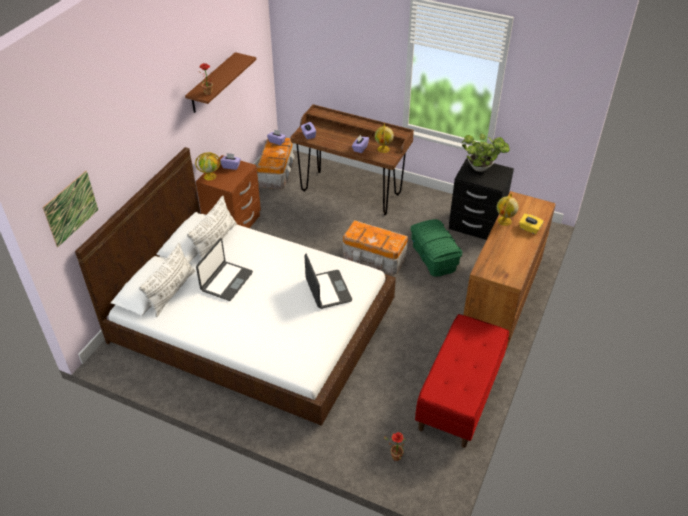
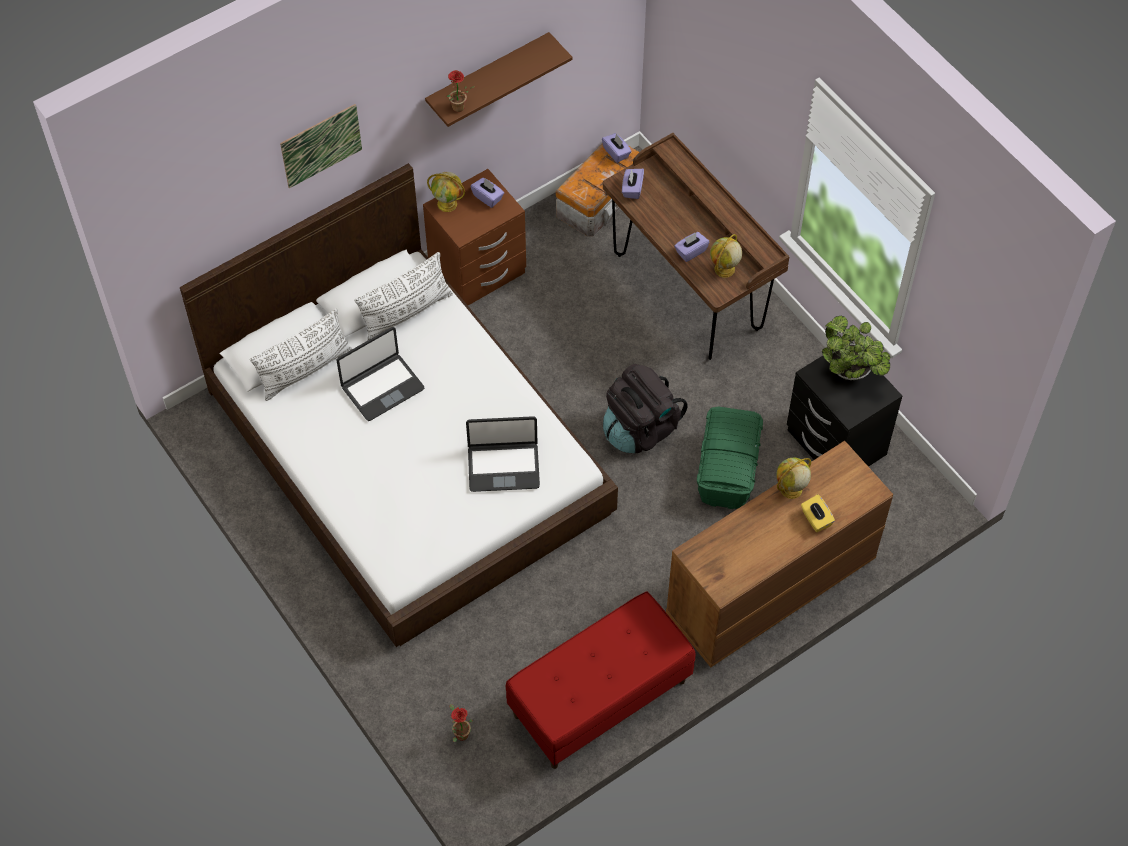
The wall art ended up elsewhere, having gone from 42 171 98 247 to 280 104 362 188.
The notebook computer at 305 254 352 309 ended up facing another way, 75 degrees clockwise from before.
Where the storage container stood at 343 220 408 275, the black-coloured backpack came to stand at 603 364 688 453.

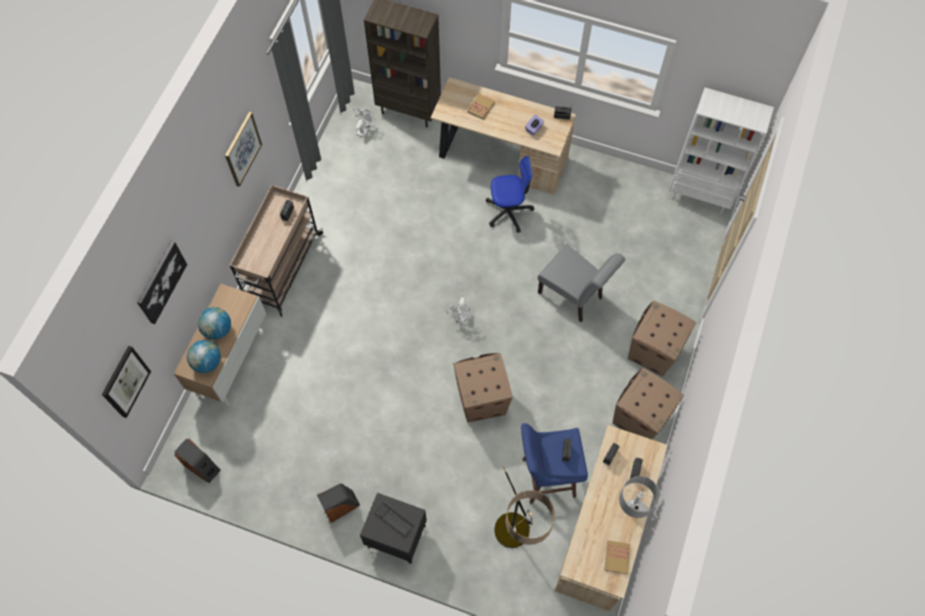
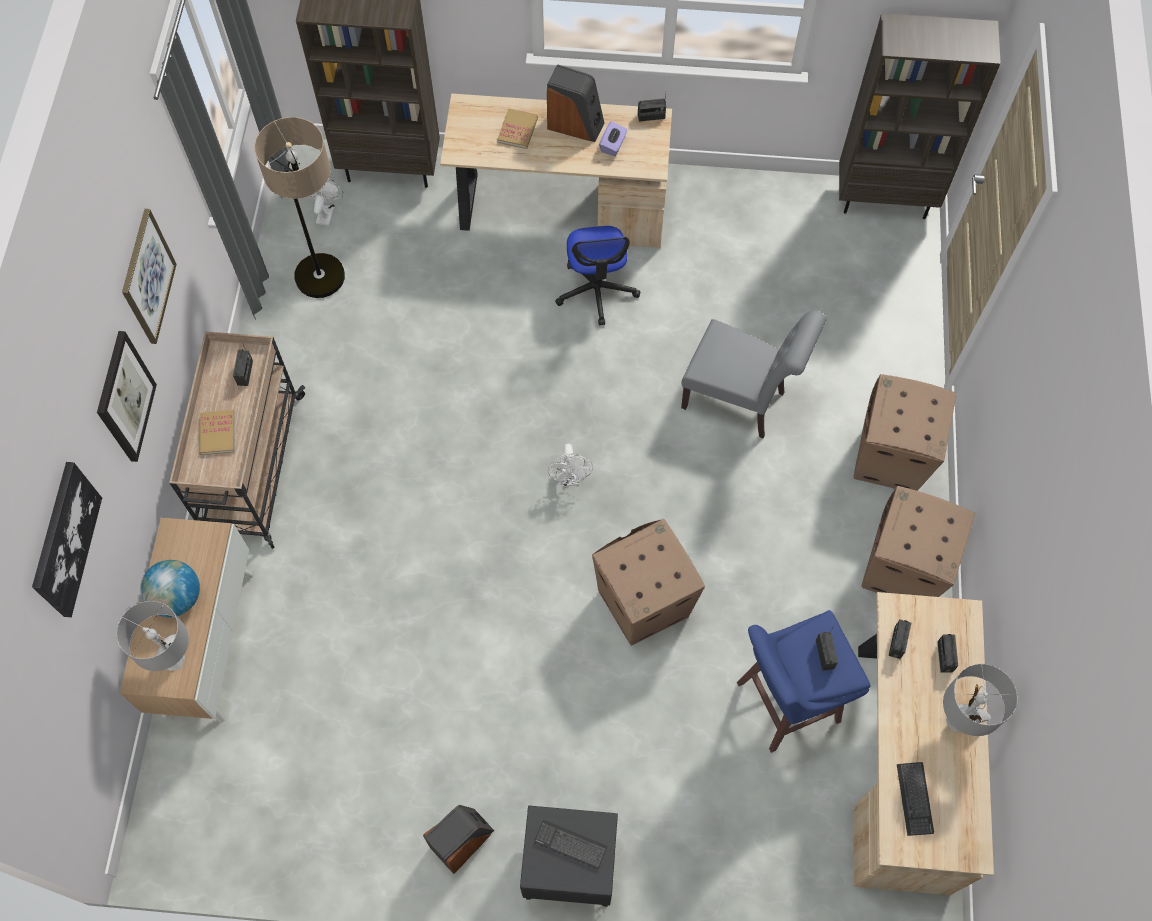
The wall art ended up elsewhere, having gone from 102 346 151 418 to 97 331 157 462.
Where the world globe stood at 187 340 221 373, the gray tabletop lamp came to stand at 116 601 189 671.
The book ended up elsewhere, having gone from 604 540 630 574 to 199 410 235 455.
The floor lamp ended up elsewhere, having gone from 494 466 555 548 to 254 117 345 298.
The loudspeaker ended up elsewhere, having gone from 174 438 221 483 to 547 64 604 142.
The computer chair at 486 156 534 233 ended up facing another way, 105 degrees clockwise from before.
What was the white bookshelf at 669 88 774 214 turned into the brown bookshelf at 839 13 1001 219.
The second view gained the computer keyboard at 897 762 934 836.

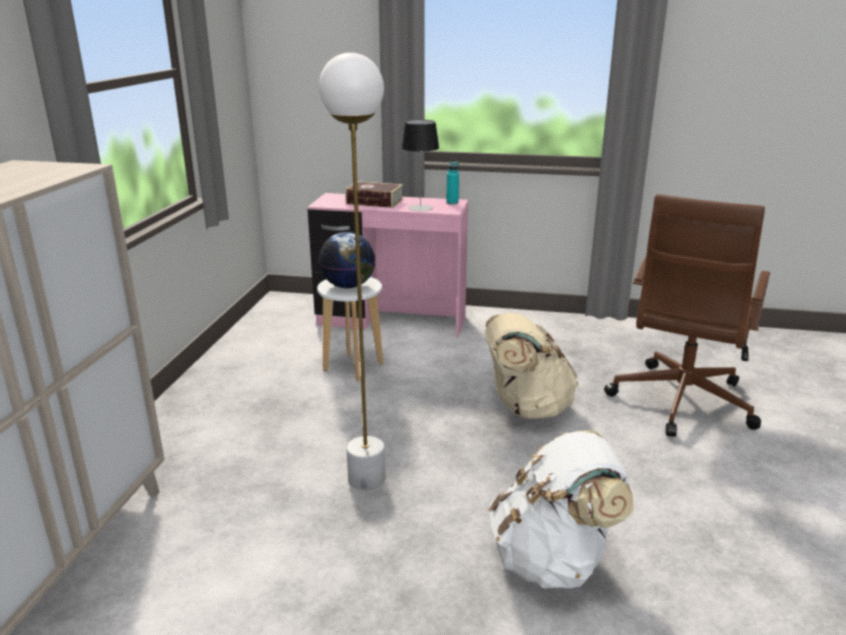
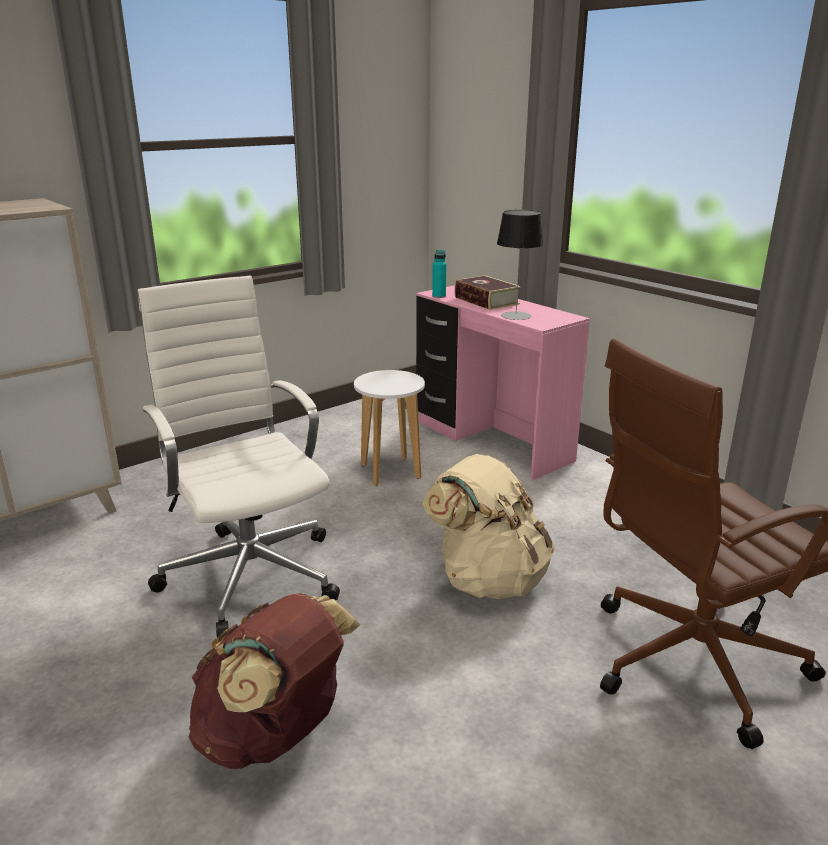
Where the white floor lamp stood at 319 53 385 490, the white computer chair came to stand at 138 275 340 637.
What was the white backpack at 489 430 634 589 turned into the brown backpack at 189 593 361 769.
The blue-green beverage bottle ended up elsewhere, having gone from 446 162 459 205 to 432 250 446 298.
The second view lost the world globe at 319 232 375 288.

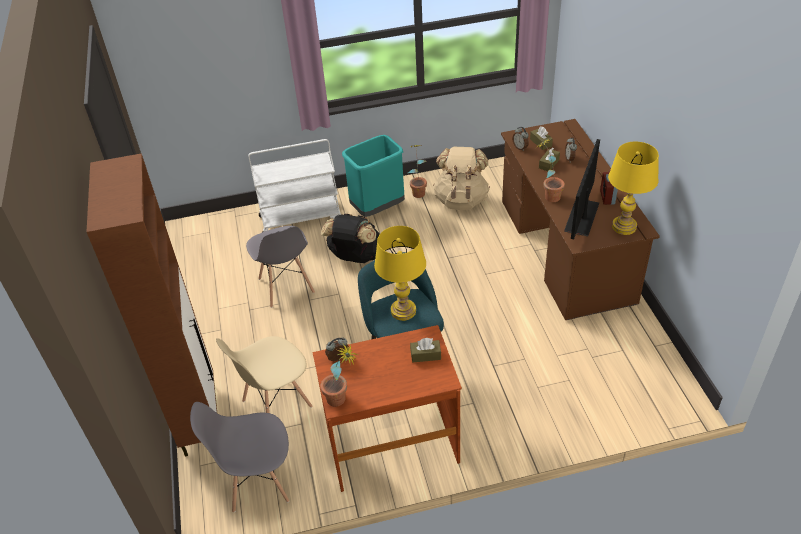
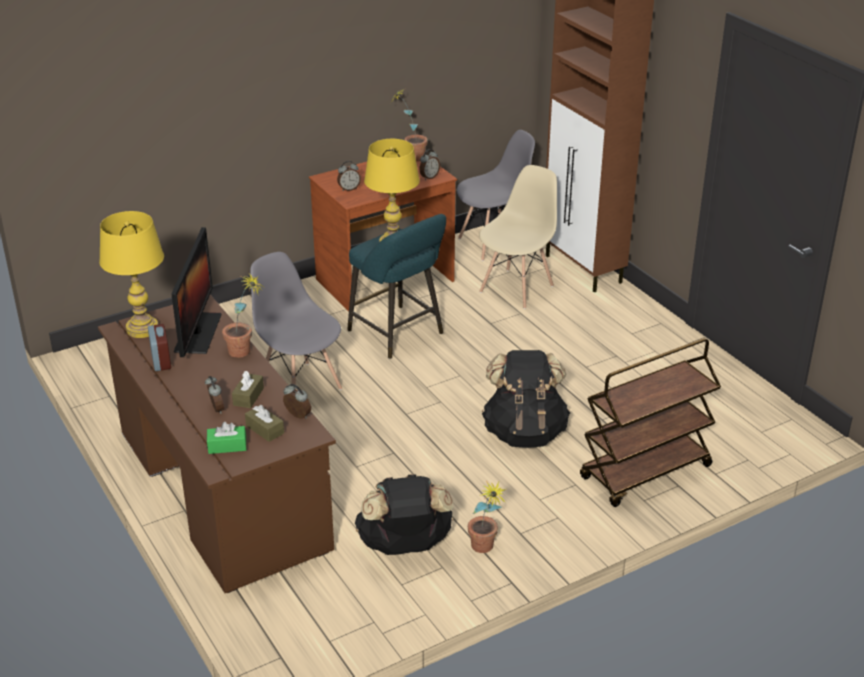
The second view gained the greenish tissue holder at 207 422 246 454.
The gray plain chair ended up elsewhere, having gone from 246 226 315 308 to 250 252 342 390.
Where the brown tissue holder stood at 410 338 441 362, the alarm clock came to stand at 337 161 361 191.
What was the beige backpack at 433 147 490 210 turned into the black-coloured backpack at 355 474 453 555.
What was the white cart at 248 139 341 232 turned into the brown cart at 580 338 721 507.
The second view lost the blue-green rubbish bin at 342 135 405 217.

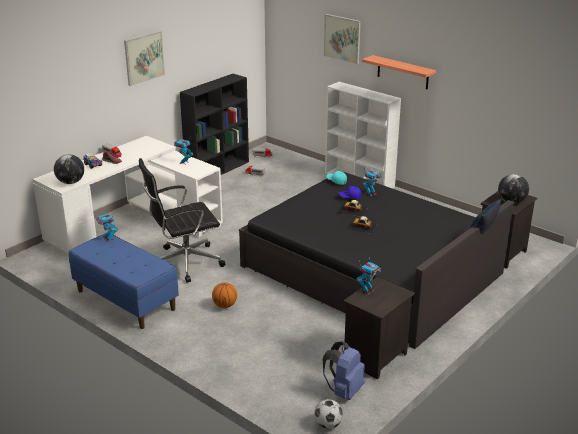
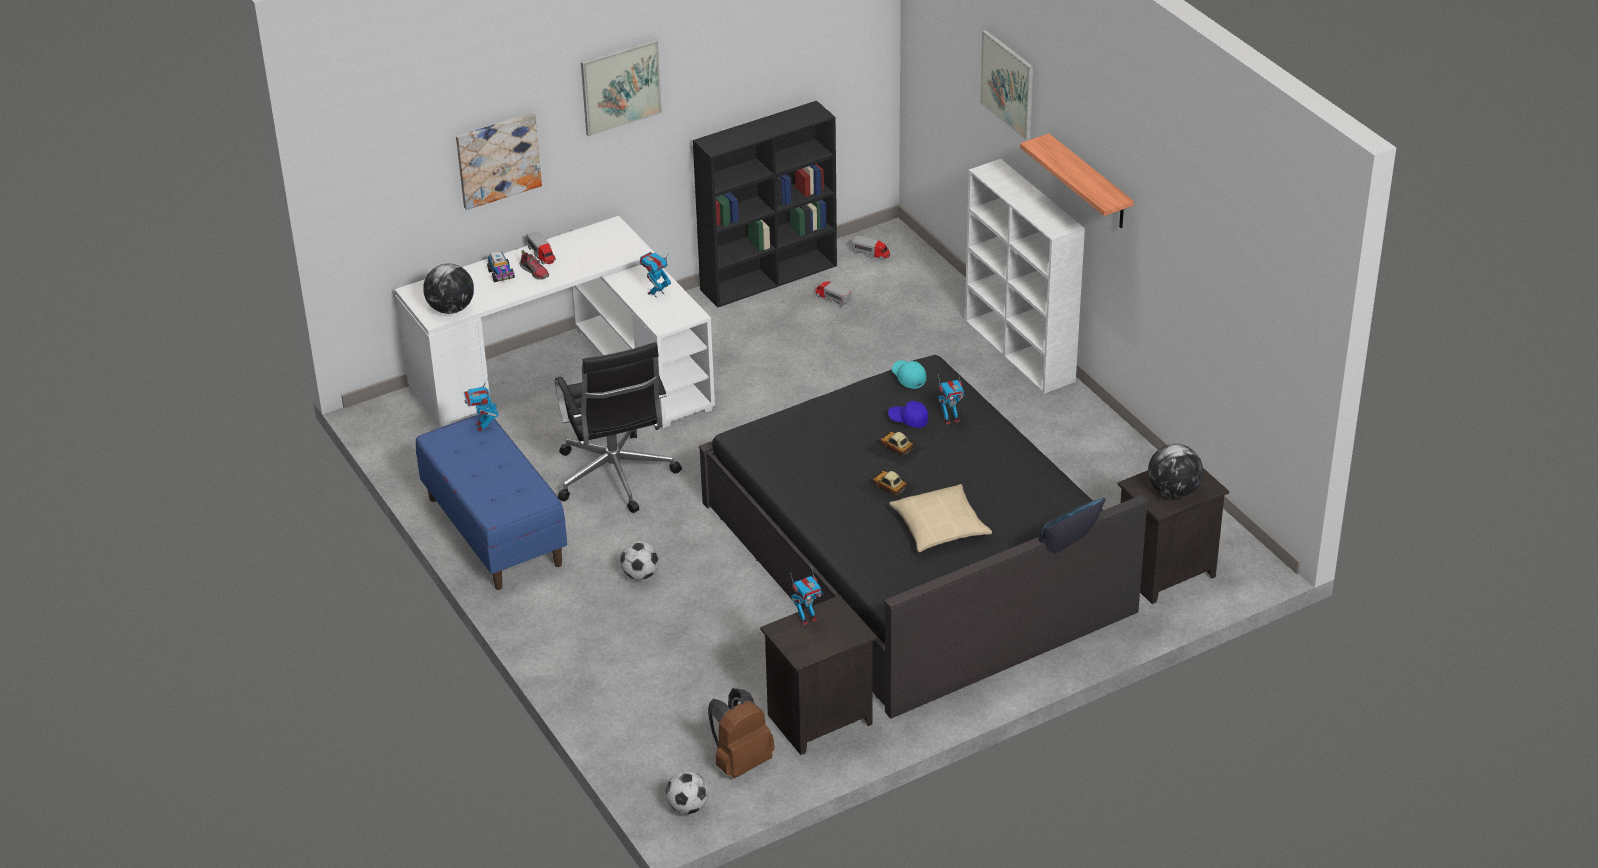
The second view gained the wall art at 456 113 542 210.
The black-coloured computer chair at 139 158 225 283 ended up facing another way, 105 degrees counterclockwise from before.
Where the basketball stood at 212 282 237 308, the football came to stand at 620 541 659 580.
What was the bluish backpack at 323 341 365 400 turned into the brown backpack at 708 688 775 778.
The second view gained the beige pillow at 889 484 992 552.

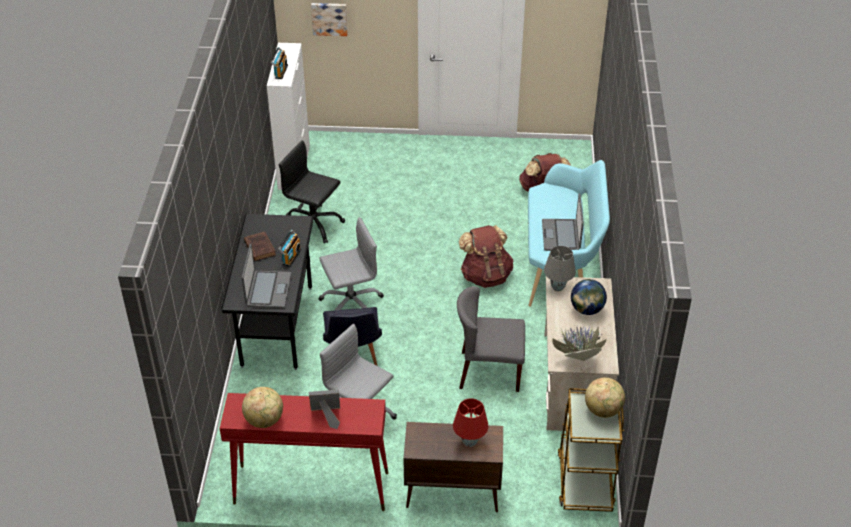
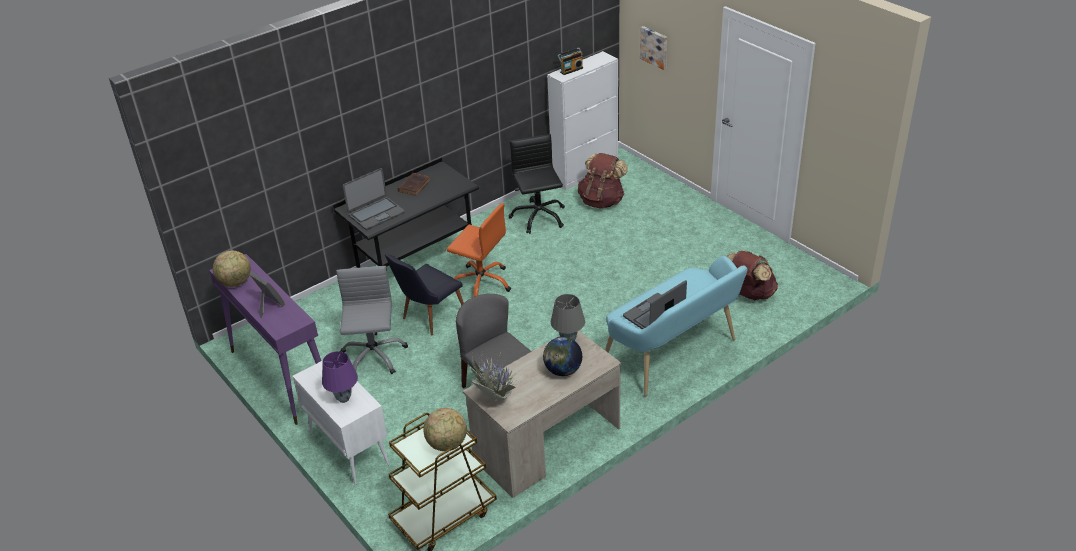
What was the red-coloured console table at 220 393 388 511 turned into the purple console table at 209 254 321 425.
What was the brown cabinet at 403 422 503 512 turned into the white cabinet at 293 360 390 485.
What was the red-coloured tabletop lamp at 453 398 489 447 turned into the purple tabletop lamp at 322 351 358 403.
What was the gray computer chair at 318 217 384 310 turned into the orangey computer chair at 447 203 511 297.
The brown backpack ended up elsewhere, having gone from 459 225 513 288 to 578 153 628 209.
The second view lost the radio set at 278 230 301 267.

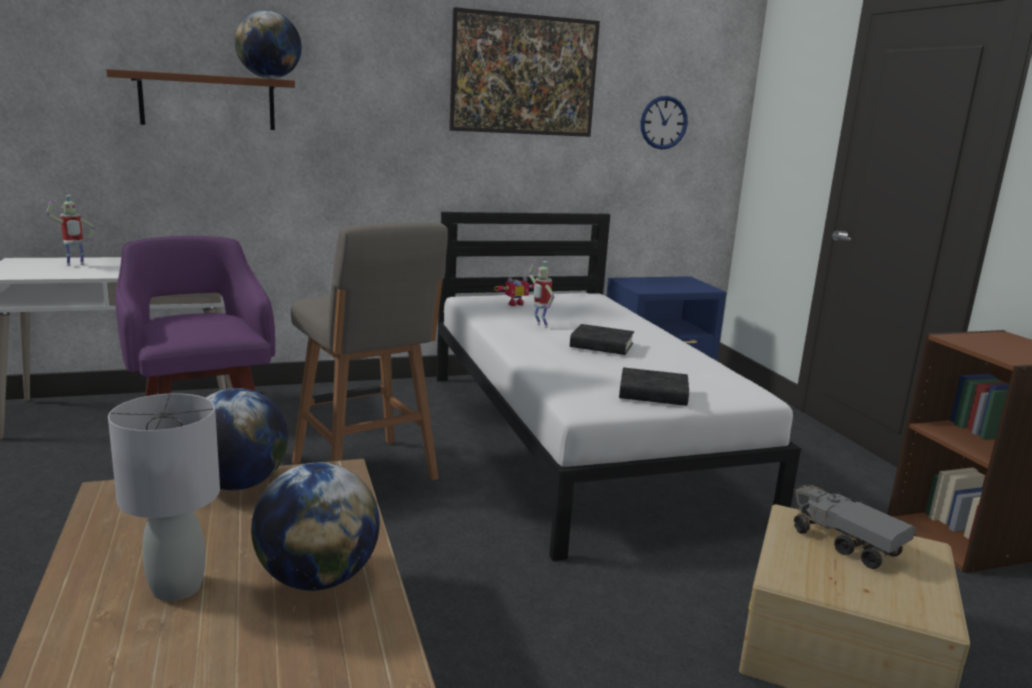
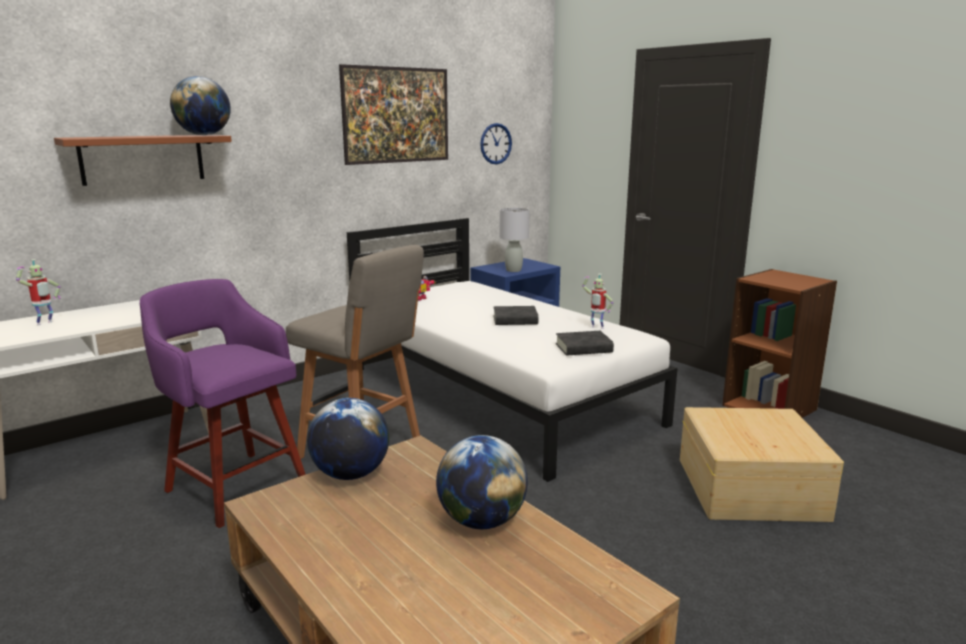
The gray tabletop lamp ended up elsewhere, having gone from 108 393 220 601 to 500 208 530 272.
The robot figure ended up elsewhere, having gone from 529 261 554 328 to 582 274 613 329.
The second view lost the model truck at 794 482 916 569.

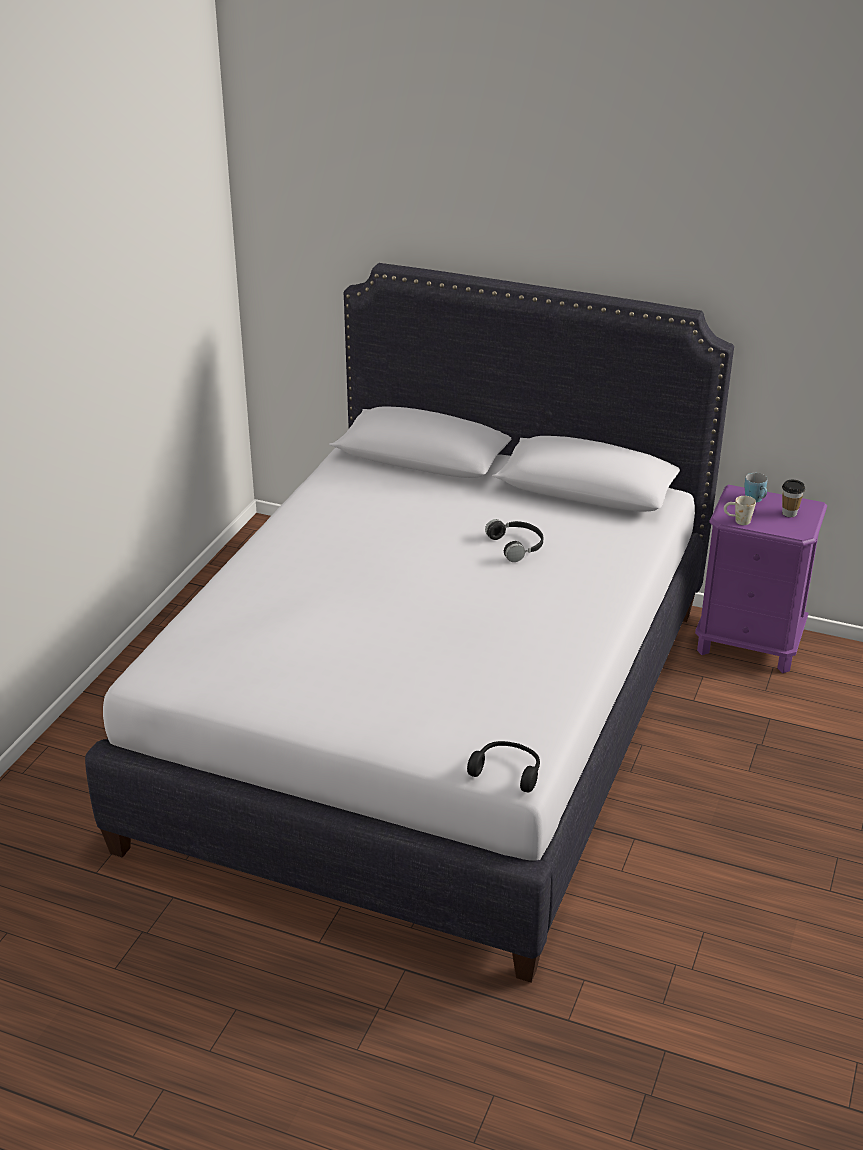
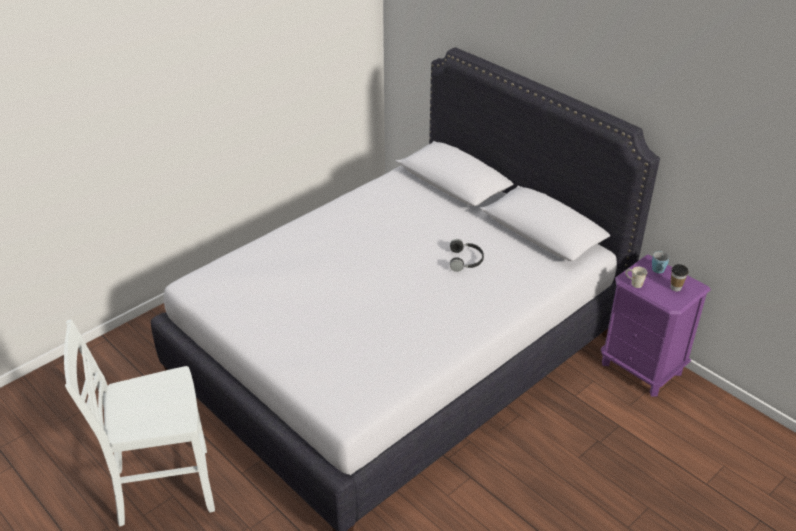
The second view gained the white plain chair at 64 319 215 527.
The second view lost the black-coloured headset at 467 741 540 792.

